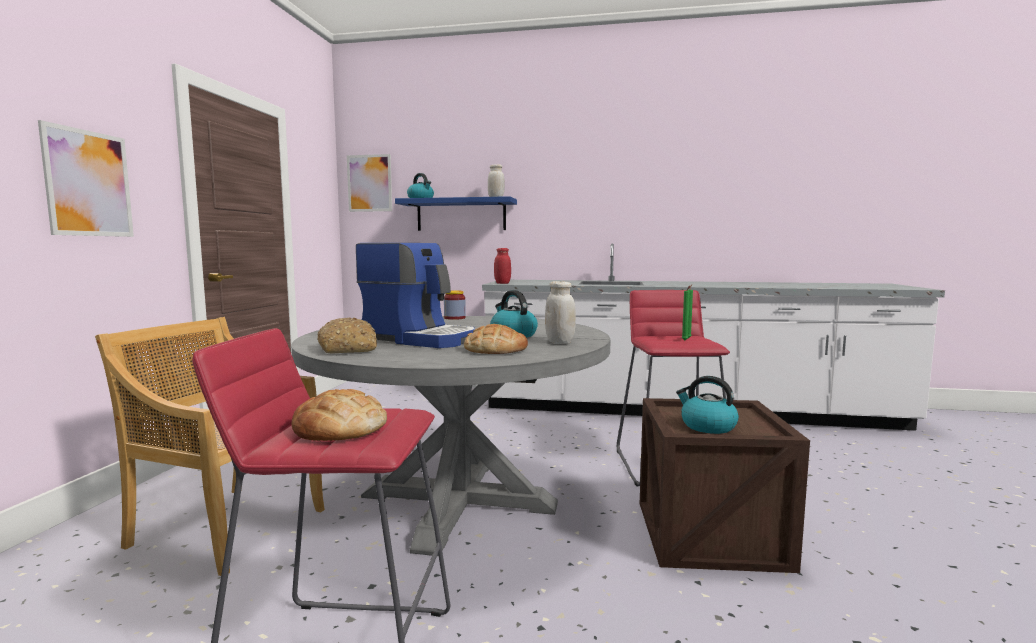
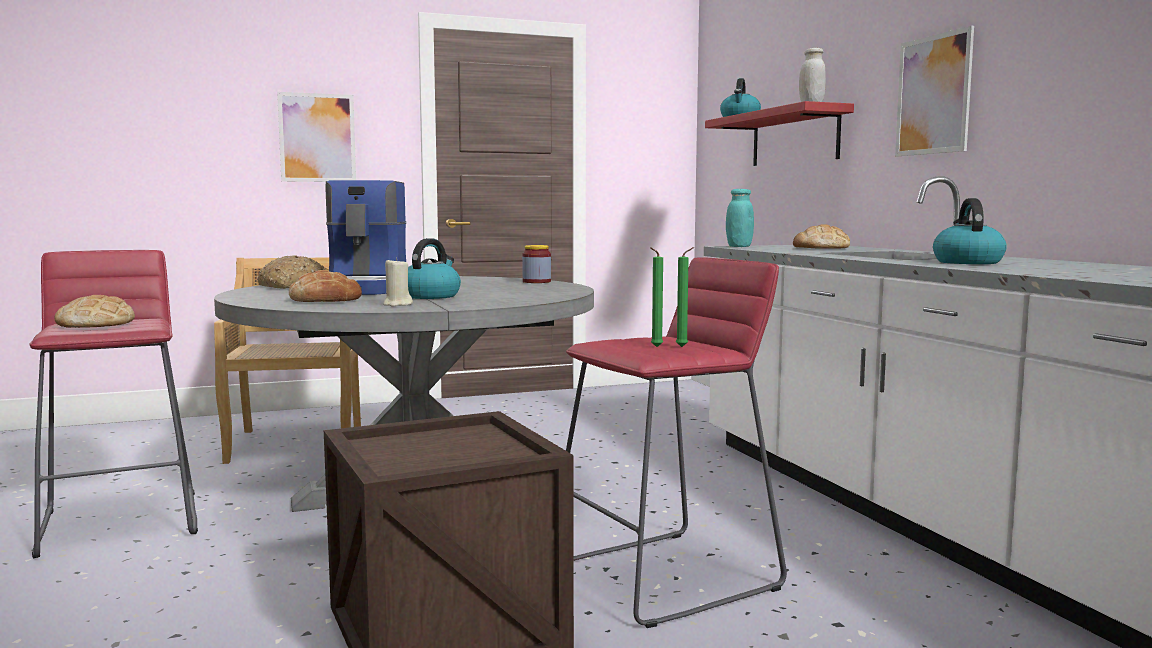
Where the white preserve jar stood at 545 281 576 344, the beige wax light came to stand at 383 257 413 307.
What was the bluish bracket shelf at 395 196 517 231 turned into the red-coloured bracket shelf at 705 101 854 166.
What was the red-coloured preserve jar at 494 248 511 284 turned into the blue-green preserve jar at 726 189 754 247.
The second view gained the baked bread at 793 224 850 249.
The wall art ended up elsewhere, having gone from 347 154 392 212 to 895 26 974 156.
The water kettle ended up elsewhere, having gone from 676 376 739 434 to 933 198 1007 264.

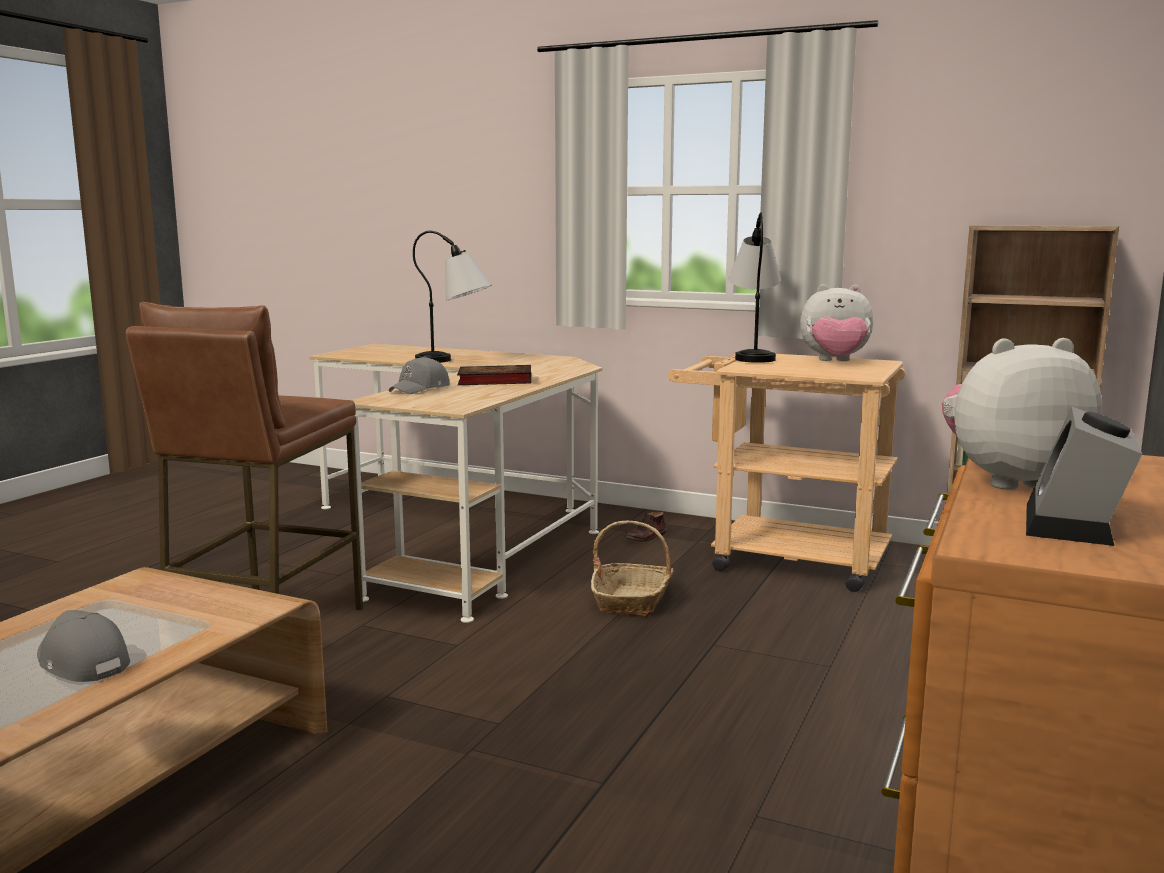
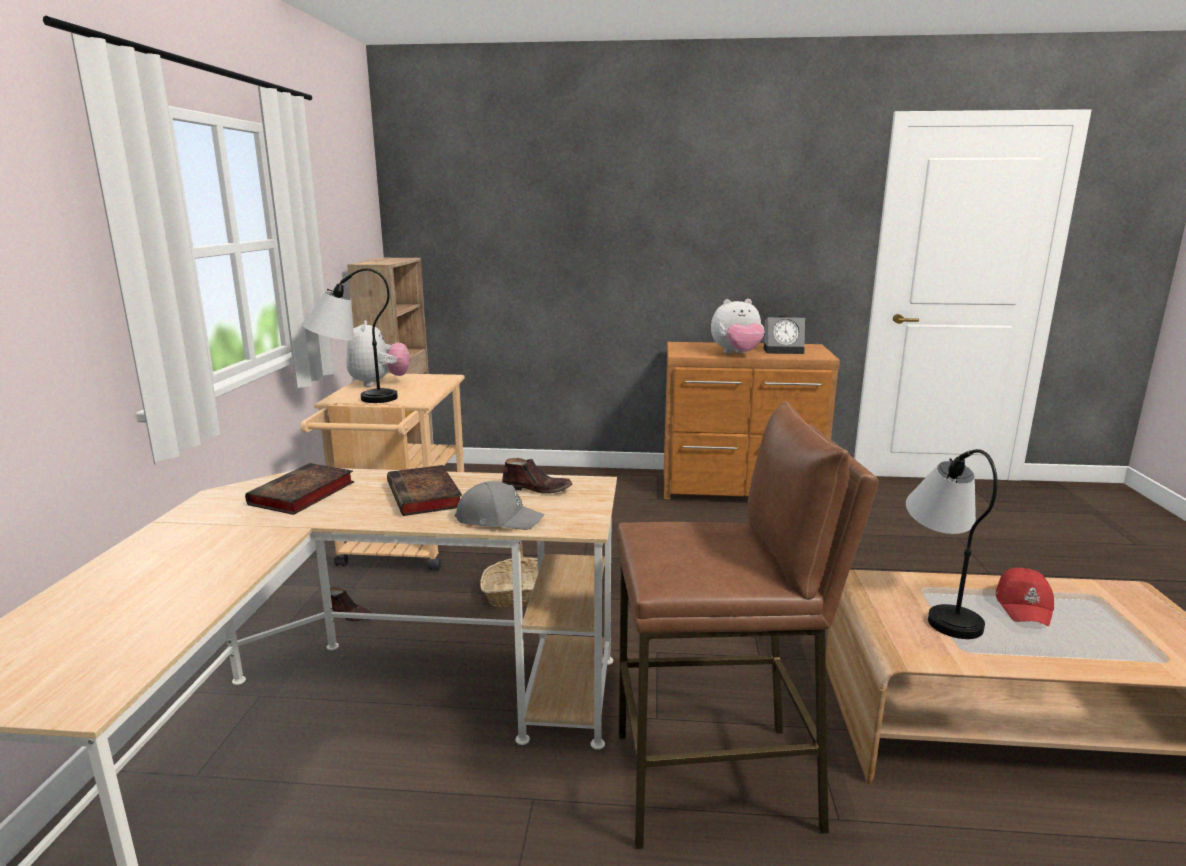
The second view gained the book at 245 463 354 515.
The second view gained the brown item of footwear at 502 458 573 494.
The cuddly toy at 942 338 1102 489 ended up facing another way, 75 degrees counterclockwise from before.
The tabletop lamp ended up elsewhere, having gone from 413 231 492 363 to 906 449 998 639.
What was the gray baseball cap at 37 610 130 682 turned into the red-coloured baseball cap at 996 568 1054 626.

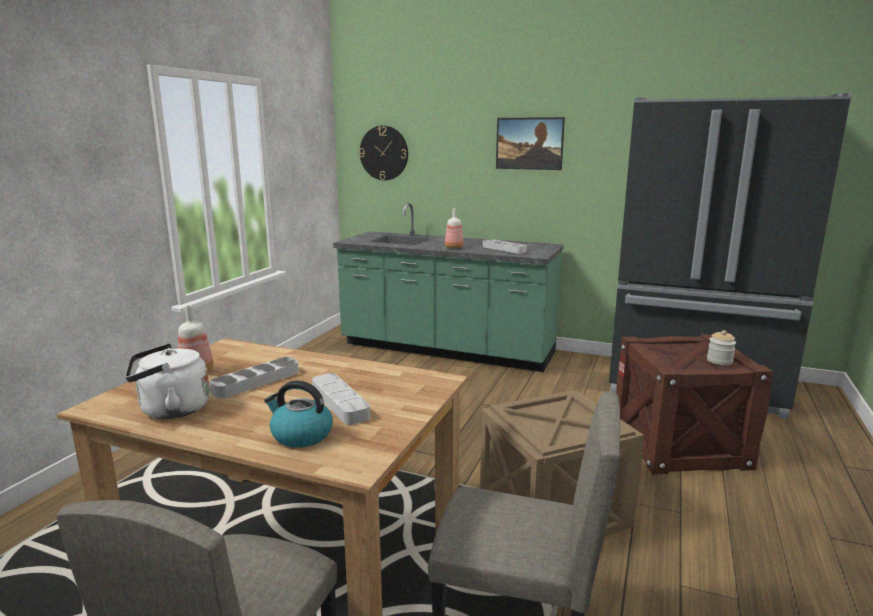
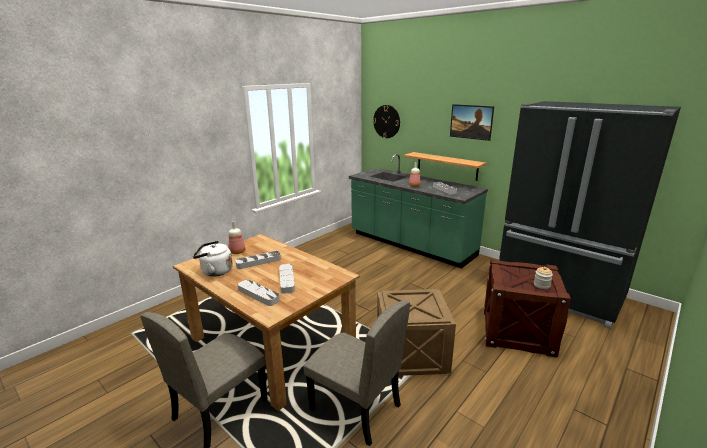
Where the water kettle stood at 264 380 333 448, the gray serving tray came to stand at 238 280 280 306.
The second view gained the bracket shelf at 404 152 486 181.

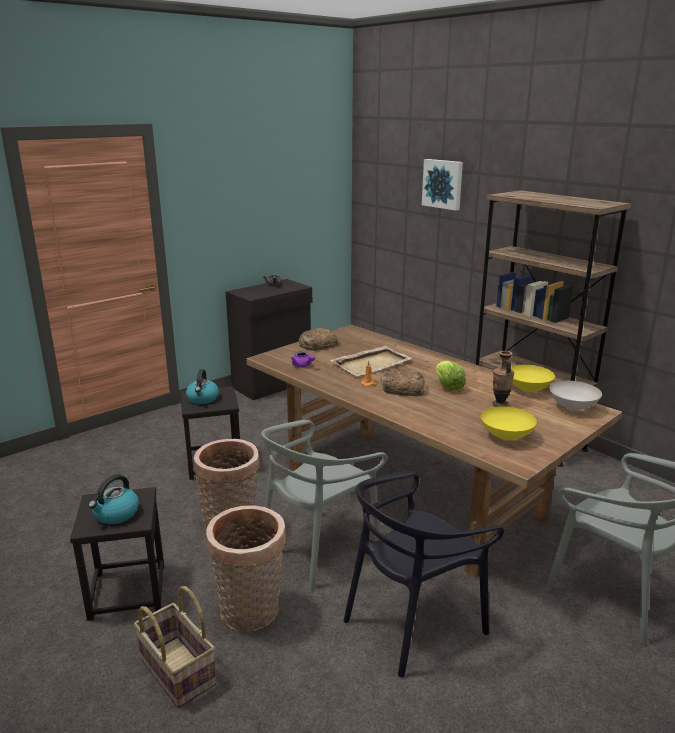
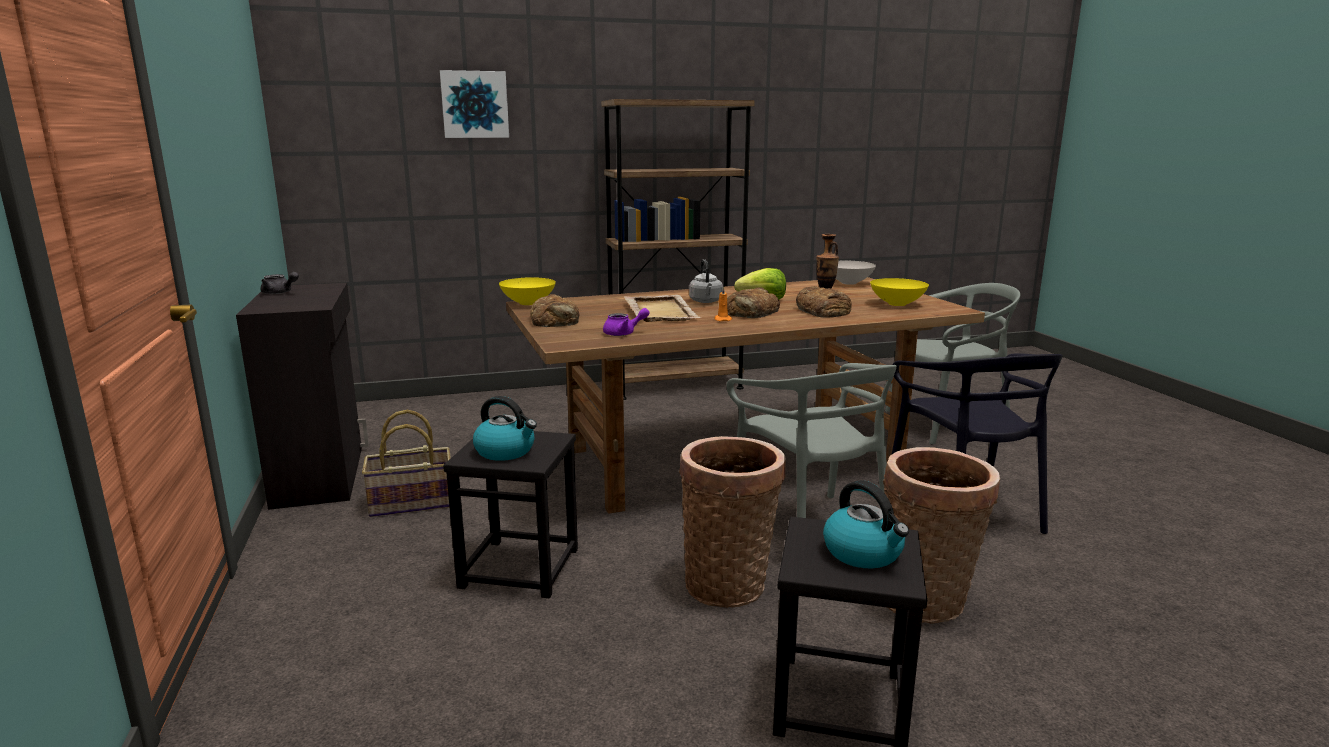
The household basket ended up elsewhere, having gone from 134 586 217 708 to 362 410 451 517.
The yellow-coloured deep dish ended up elsewhere, having gone from 511 365 555 393 to 499 277 556 305.
The second view gained the gray water kettle at 689 259 723 303.
The second view gained the baked bread at 796 286 852 318.

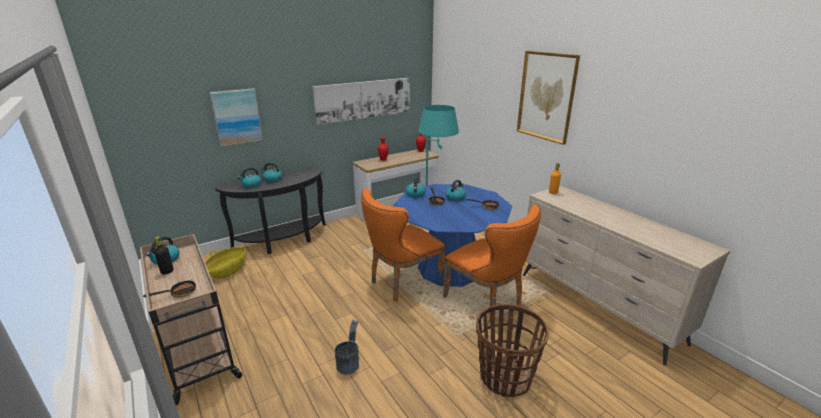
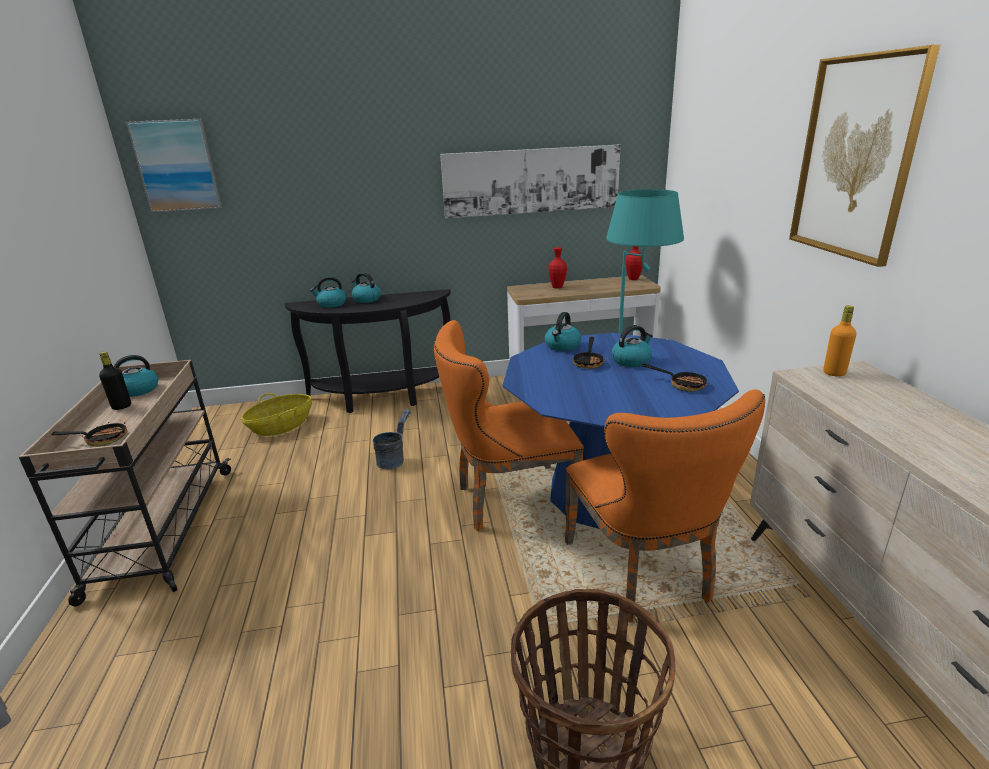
The wall art ended up elsewhere, having gone from 209 88 263 146 to 126 119 222 213.
The gray bucket ended up elsewhere, having gone from 334 319 359 375 to 373 409 411 469.

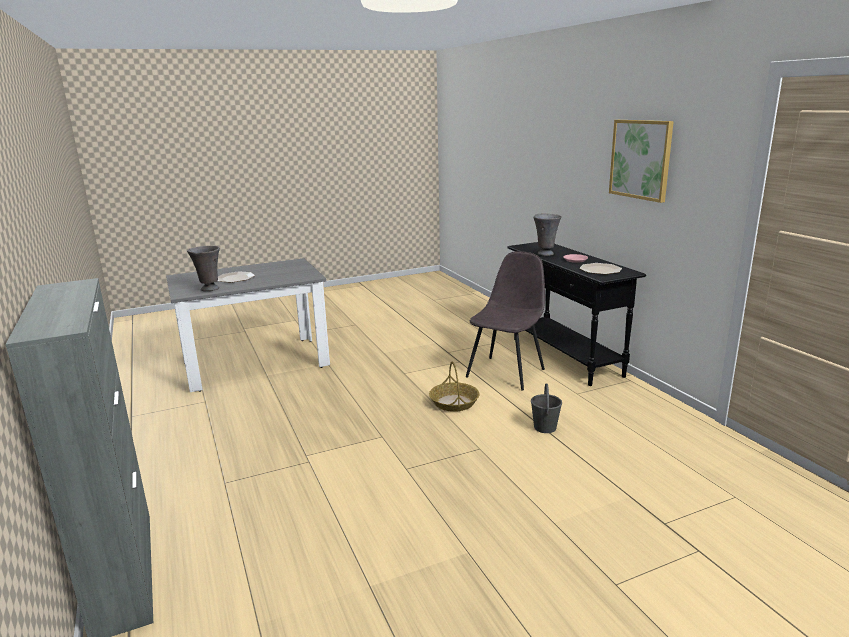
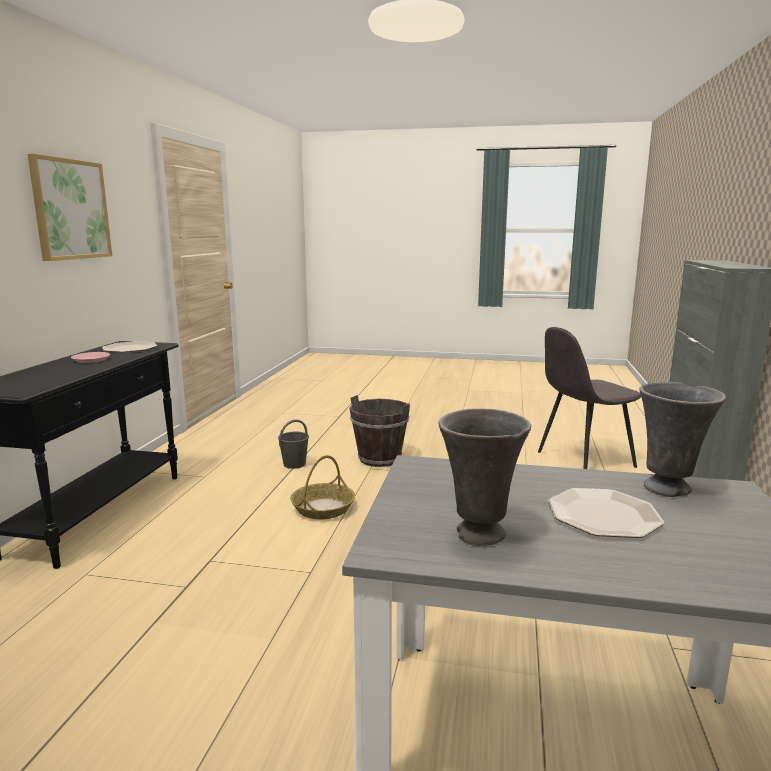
The second view gained the brown bucket at 349 395 410 467.
The gray vase ended up elsewhere, having gone from 533 214 562 256 to 438 408 531 546.
The gray plain chair ended up elsewhere, having gone from 466 251 545 390 to 538 327 641 469.

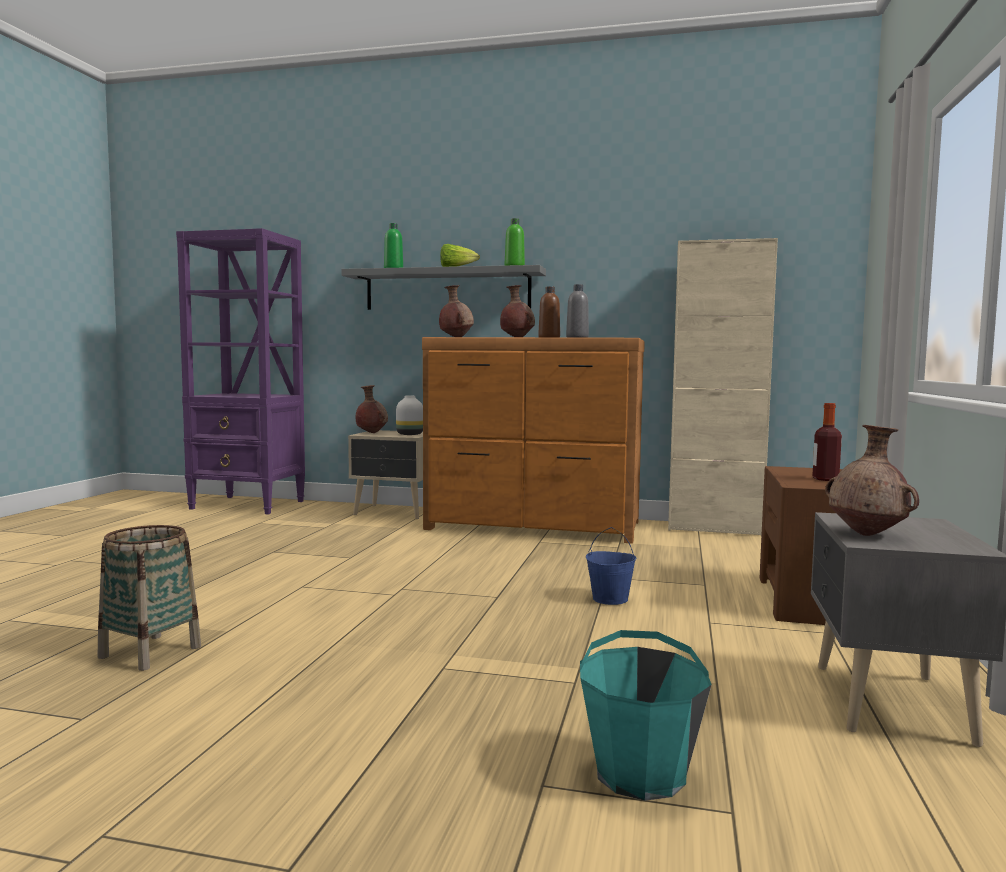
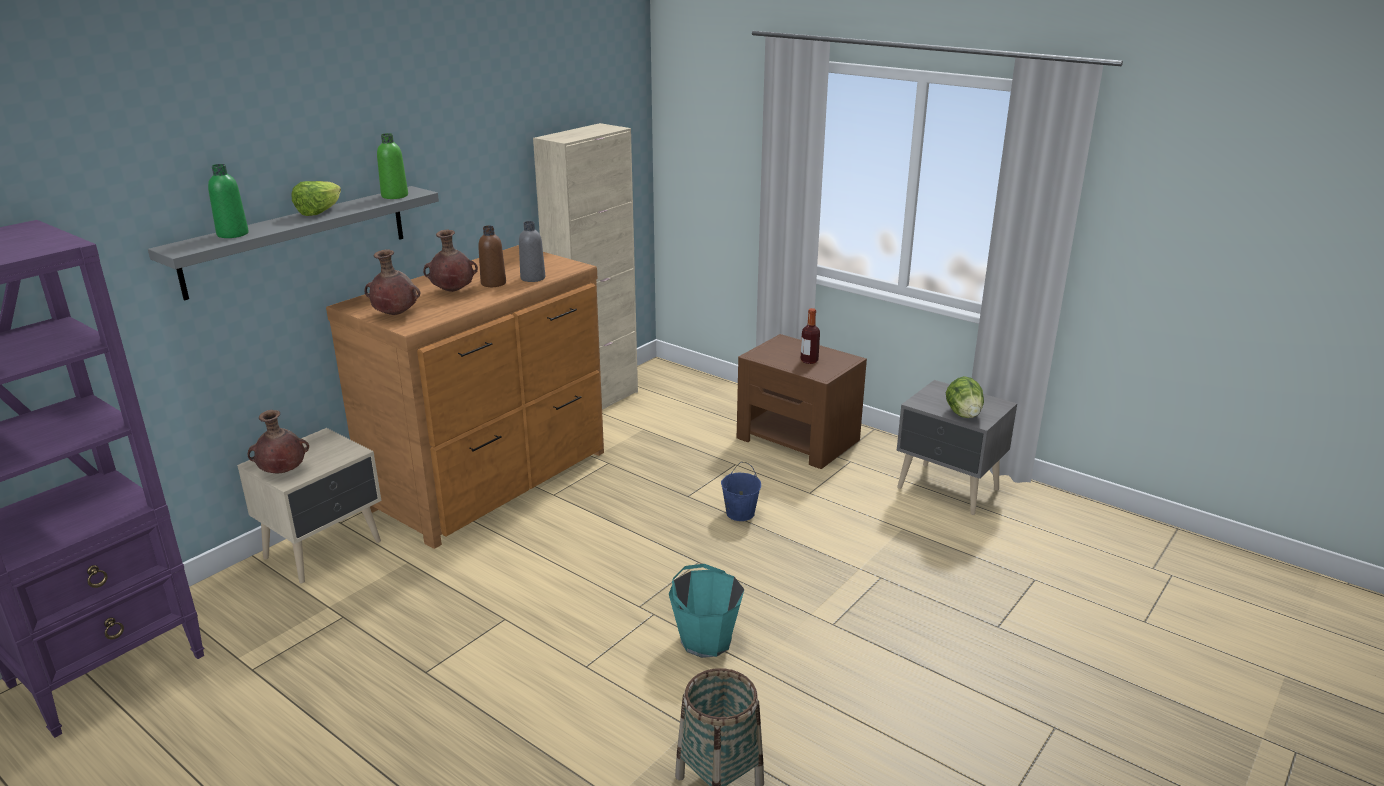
The blue-green bucket ended up elsewhere, having gone from 580 630 712 801 to 669 564 744 658.
Where the brown vase stood at 825 425 919 536, the lettuce came to stand at 946 376 984 418.
The second view lost the white vase at 396 396 423 435.

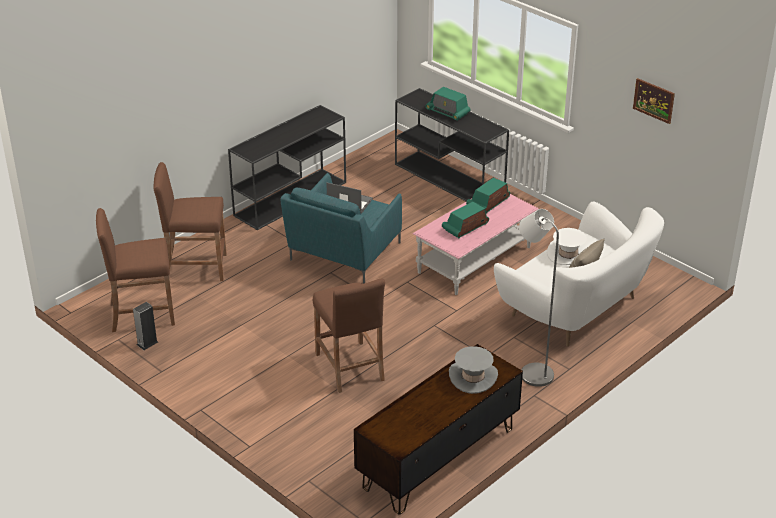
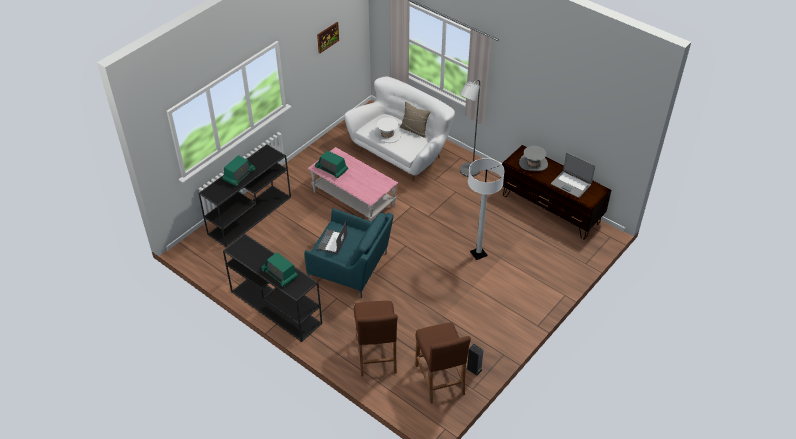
The radio set ended up elsewhere, having gone from 442 202 489 238 to 261 252 298 287.
Where the brown stool stood at 313 279 385 393, the white floor lamp came to stand at 468 158 505 260.
The second view gained the notebook computer at 551 153 595 198.

